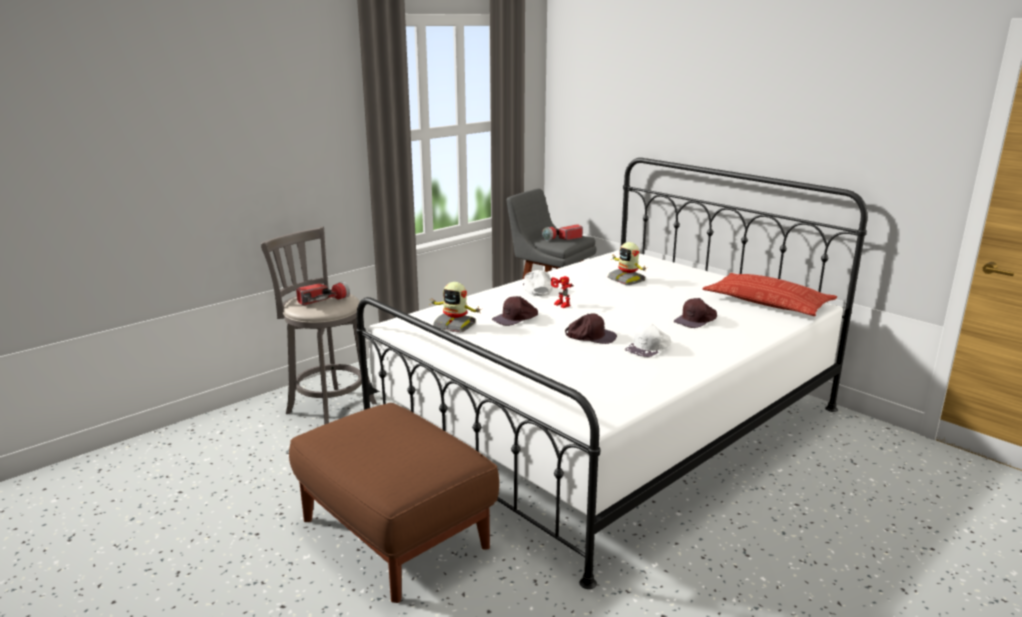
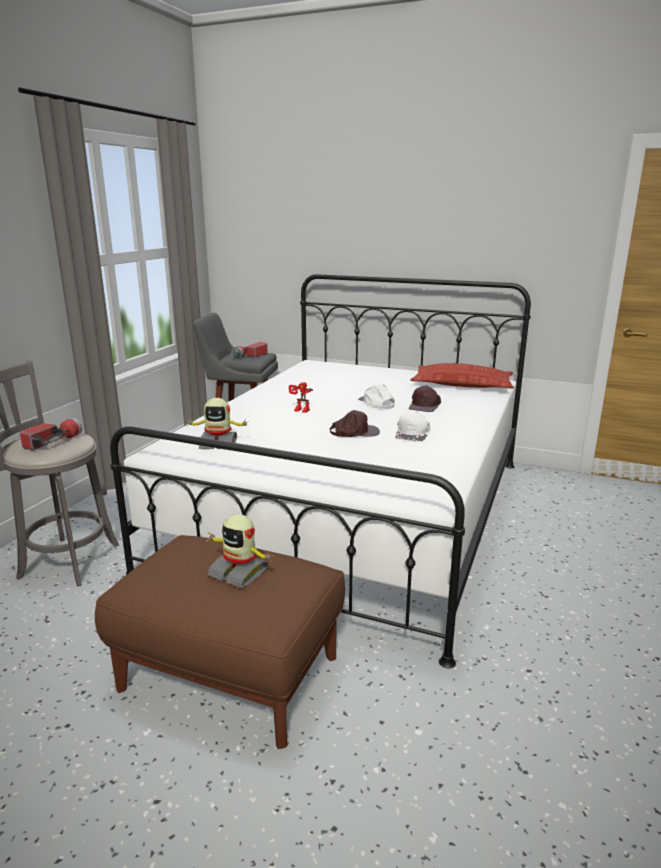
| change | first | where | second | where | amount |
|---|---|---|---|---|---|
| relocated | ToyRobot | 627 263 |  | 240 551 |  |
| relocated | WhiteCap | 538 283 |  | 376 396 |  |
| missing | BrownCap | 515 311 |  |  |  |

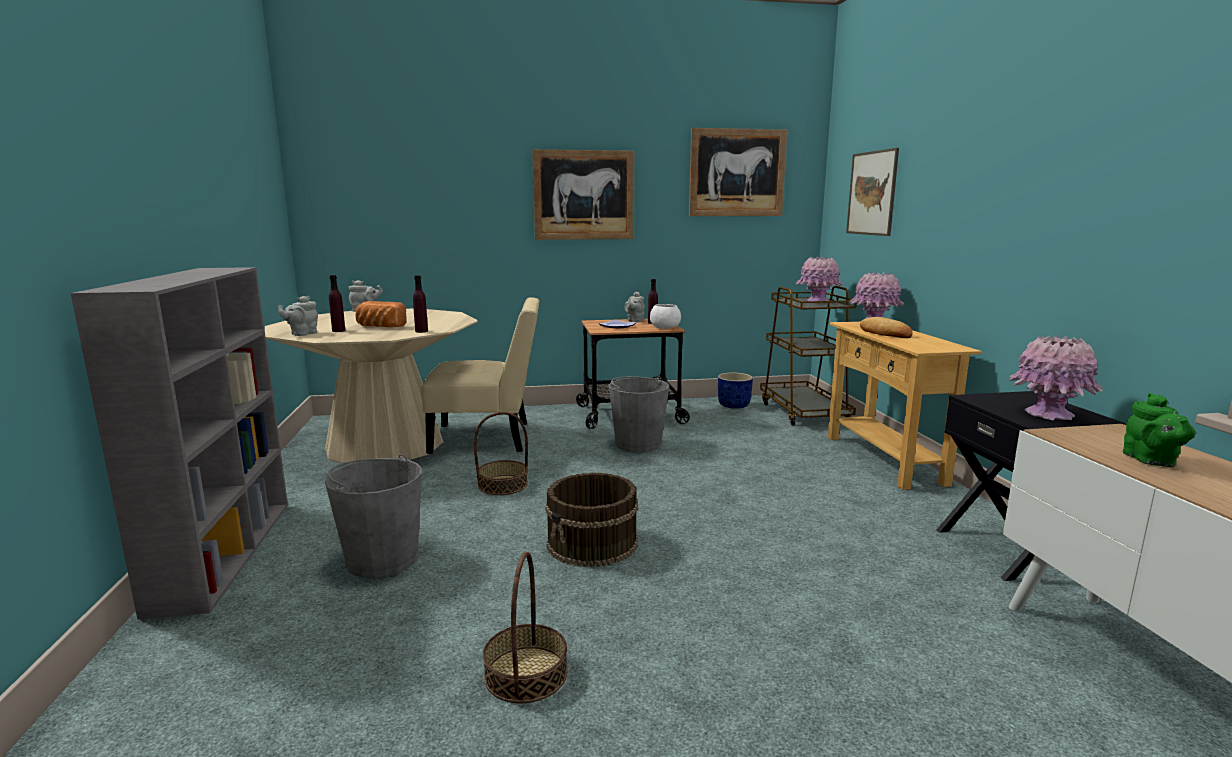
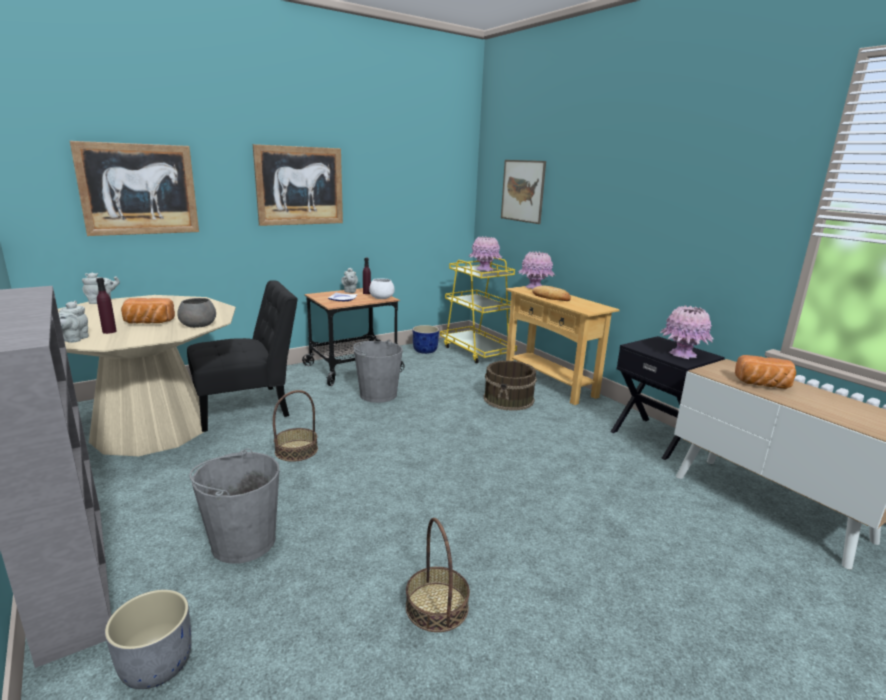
| change | first | where | second | where | amount |
|---|---|---|---|---|---|
| relocated | Picture | 738 172 |  | 134 188 |  |
| exchanged | PurpleBottle | 420 304 | GreyBowl | 196 313 |  |
| colour | BrownCart | 808 356 | YellowCart | 478 310 |  |
| colour | BeigeChair | 480 375 | BlackChair | 242 356 |  |
| exchanged | GreenTeapot | 1159 430 | Bread | 765 372 |  |
| relocated | BrownBucket | 591 519 |  | 510 385 |  |
| appeared |  |  | GreyPlanter | 148 639 |  |

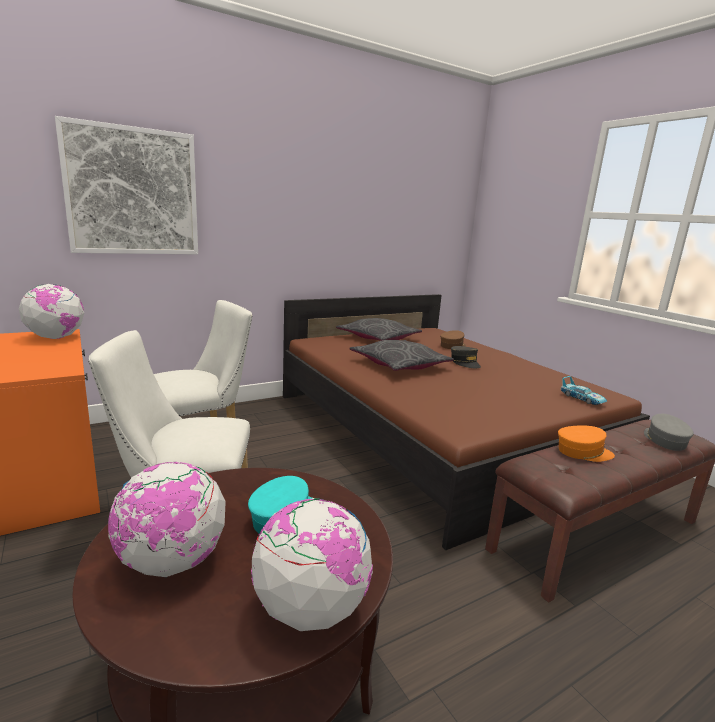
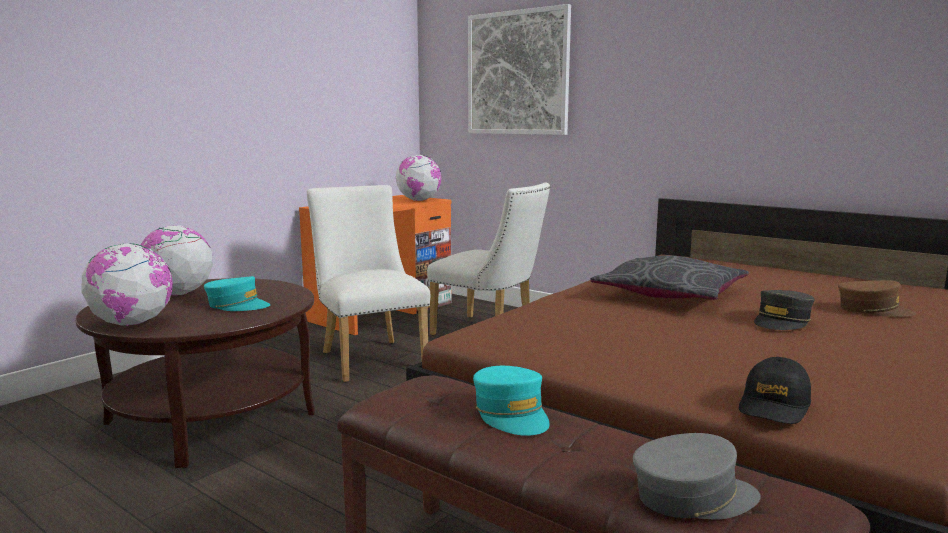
| change | first | where | second | where | amount |
|---|---|---|---|---|---|
| missing | GreyPillow | 379 329 |  |  |  |
| exchanged | ToyCar | 584 390 | BlackCap | 775 390 |  |
| colour | OrangeCap | 586 443 | TurquoiseCap | 511 401 |  |

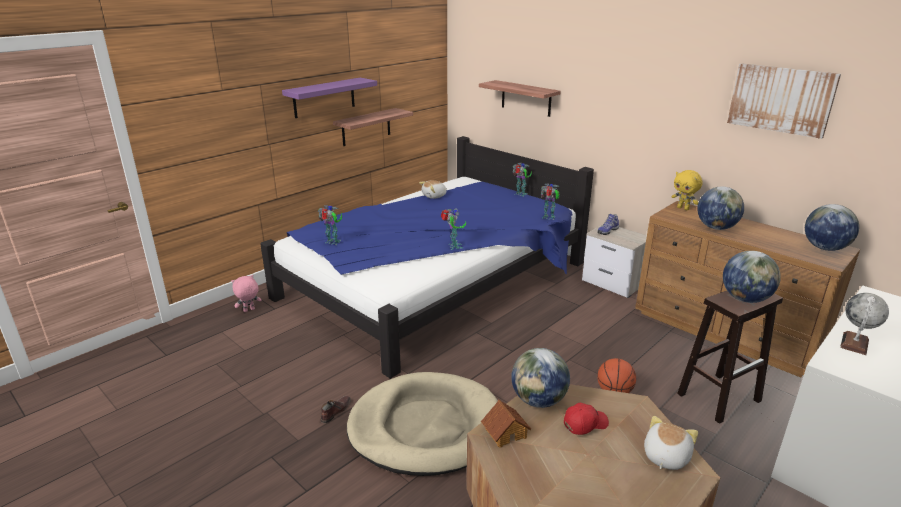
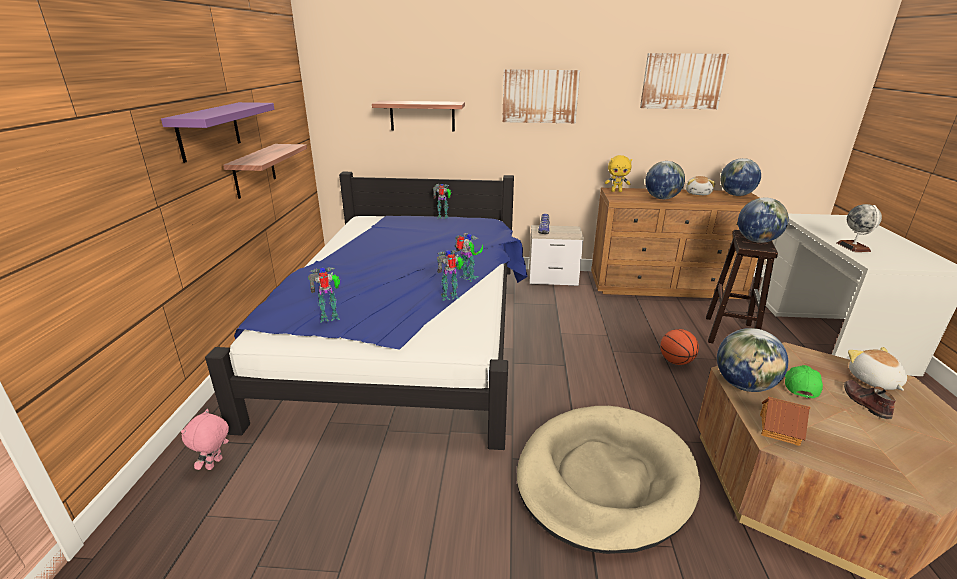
| change | first | where | second | where | amount |
|---|---|---|---|---|---|
| relocated | PlushToy | 433 189 |  | 701 185 |  |
| relocated | ToyRobot | 550 201 |  | 450 275 |  |
| relocated | BrownShoe | 335 409 |  | 869 399 |  |
| colour | RedCap | 586 419 | GreenCap | 804 381 |  |
| appeared |  |  | Picture | 541 96 |  |

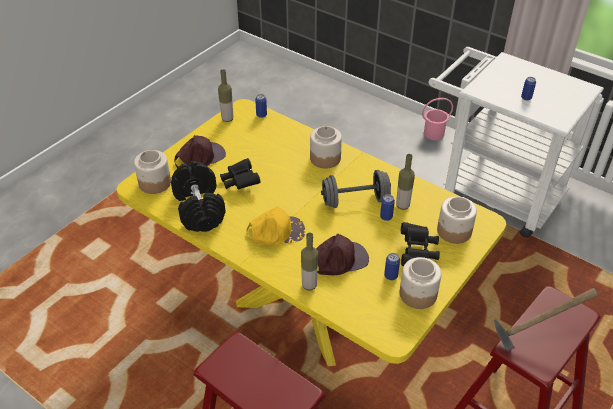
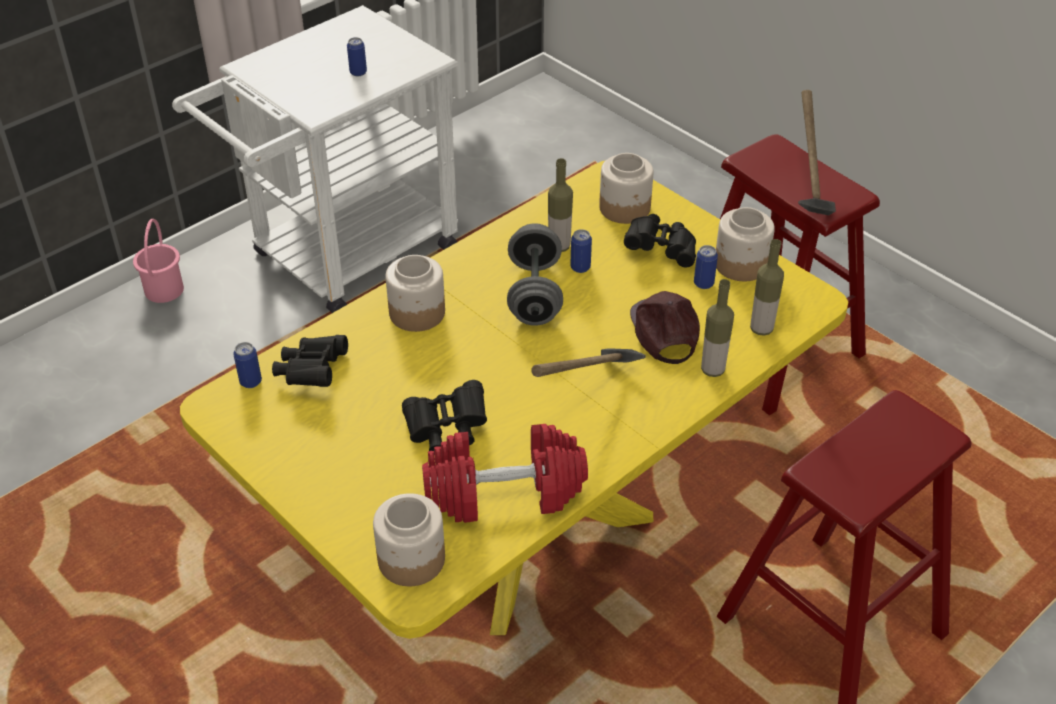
| change | first | where | second | where | amount |
|---|---|---|---|---|---|
| relocated | Bottle | 225 95 |  | 767 287 |  |
| missing | BrownCap | 200 151 |  |  |  |
| colour | BlackDumbbell | 198 196 | RedDumbbell | 505 473 |  |
| exchanged | YellowCap | 275 226 | Hammer | 588 362 |  |
| appeared |  |  | BlackBinoculars | 310 361 |  |

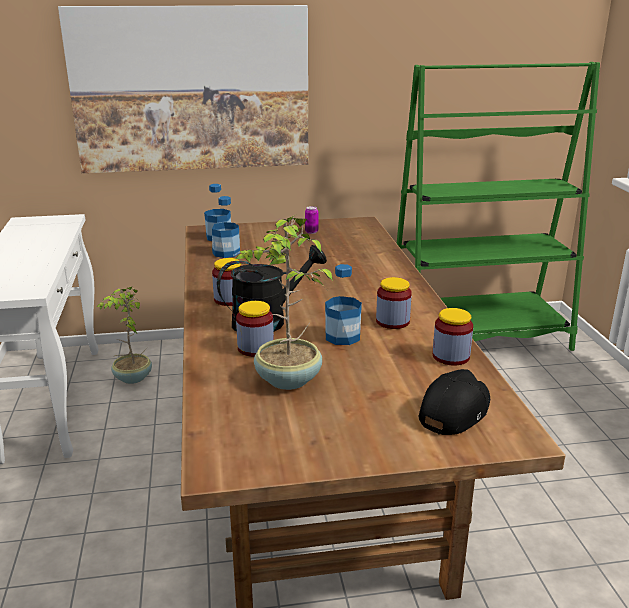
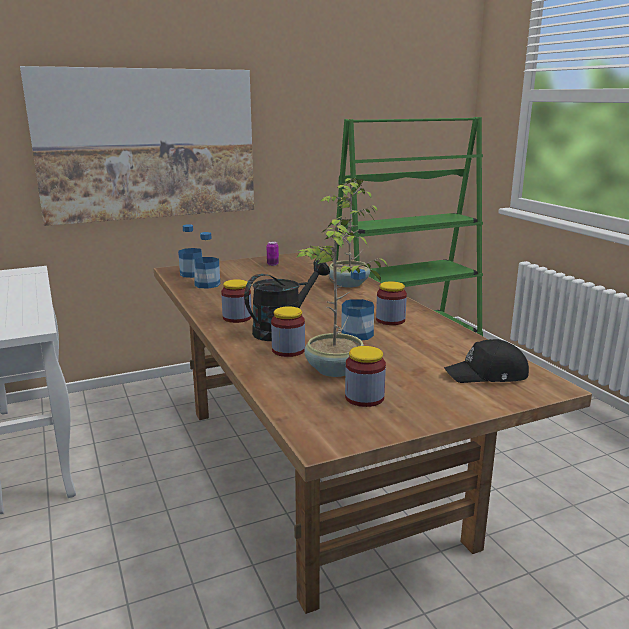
| change | first | where | second | where | amount |
|---|---|---|---|---|---|
| relocated | PottedPlant | 124 335 |  | 349 232 |  |
| relocated | Jar | 453 336 |  | 365 376 |  |
| spun | BlackCap | 454 402 |  | 486 361 | 120 degrees counterclockwise |

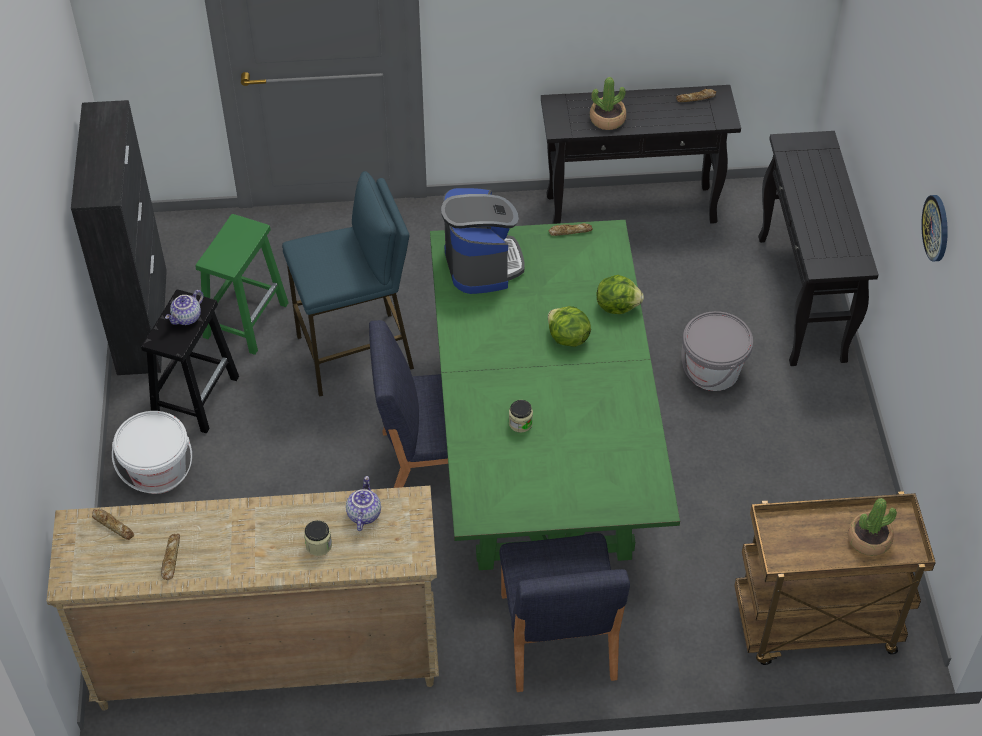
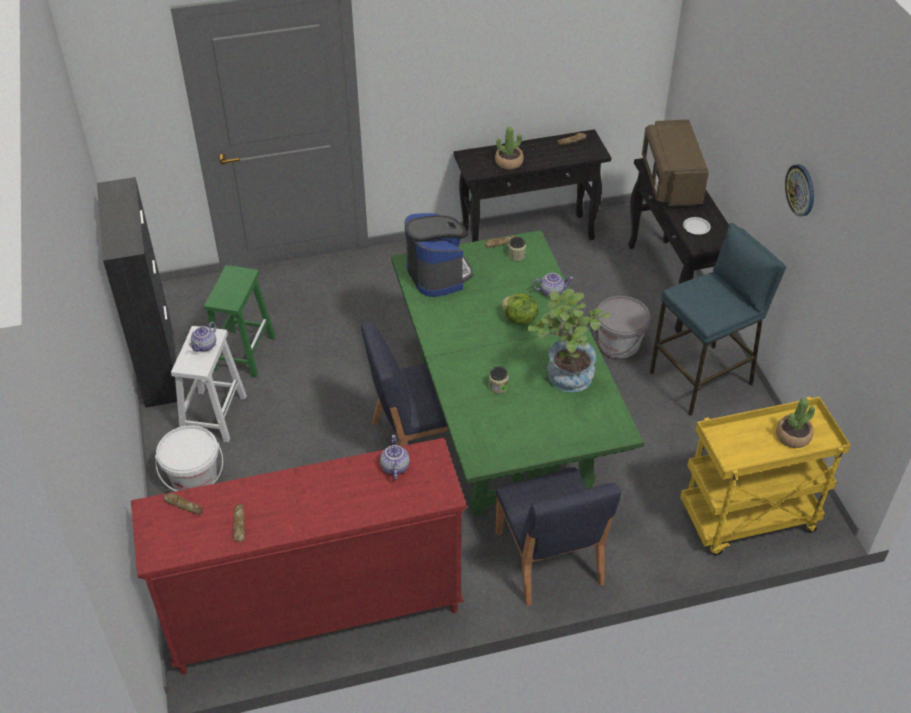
| change | first | where | second | where | amount |
|---|---|---|---|---|---|
| relocated | BlueStool | 348 284 |  | 718 319 |  |
| exchanged | Lettuce | 620 294 | Teapot | 552 285 |  |
| colour | BlackStool | 190 362 | WhiteStool | 209 384 |  |
| colour | BeigeDresser | 243 598 | RedDresser | 299 556 |  |
| colour | BrownCart | 835 578 | YellowCart | 765 476 |  |
| relocated | Jar | 318 538 |  | 517 249 |  |
| appeared |  |  | BrownMicrowave | 675 163 |  |
| appeared |  |  | WhitePlate | 697 226 |  |
| appeared |  |  | PottedPlant | 569 340 |  |

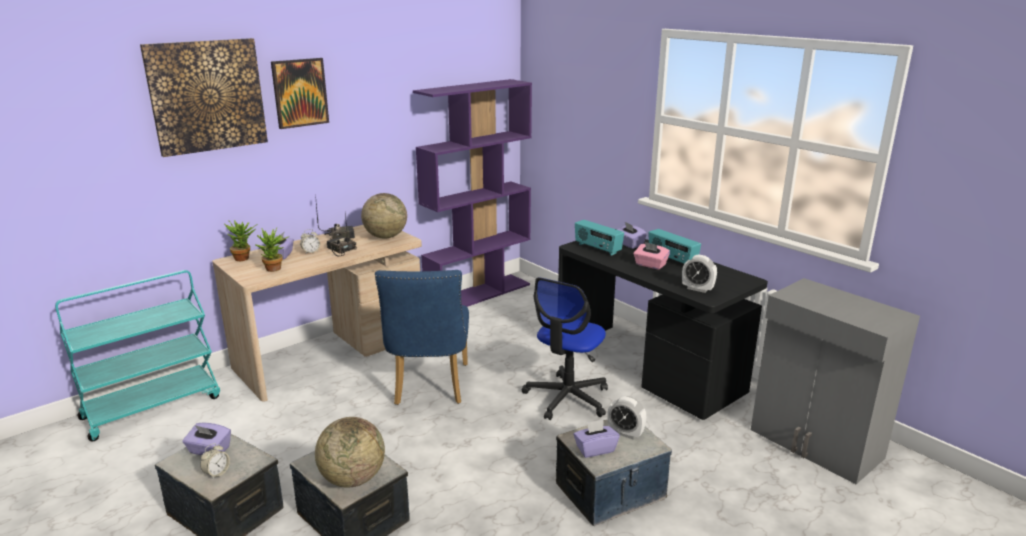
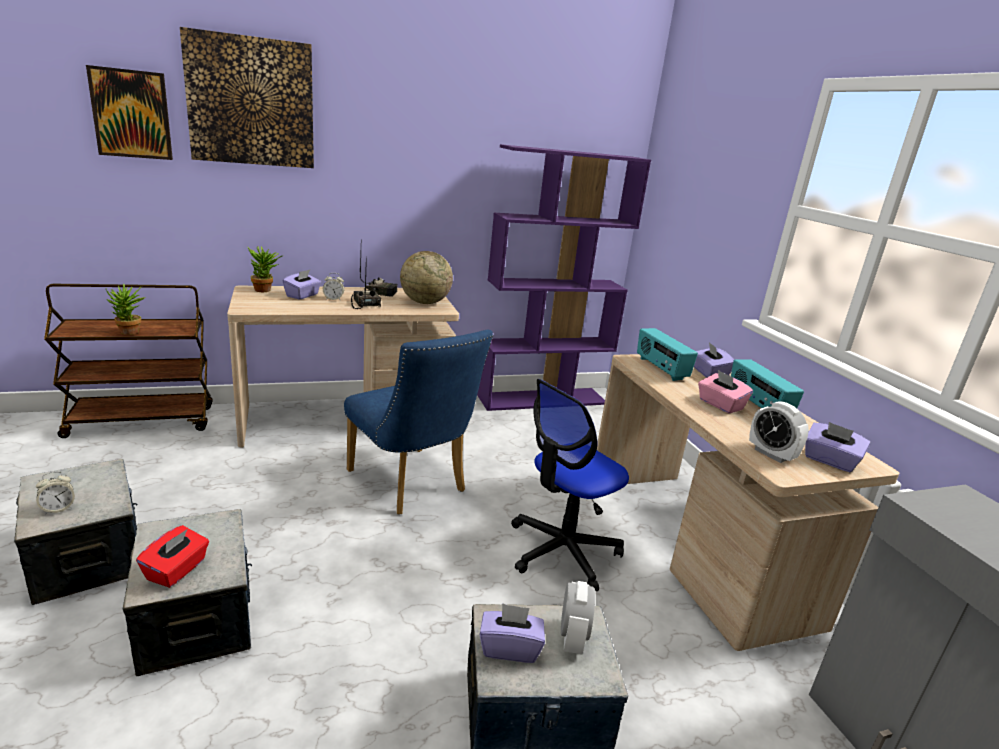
| change | first | where | second | where | amount |
|---|---|---|---|---|---|
| relocated | Picture | 300 93 |  | 129 112 |  |
| relocated | PottedPlant | 271 250 |  | 125 309 |  |
| colour | BlackDesk | 663 324 | BeigeDesk | 748 502 |  |
| colour | TurquoiseCart | 137 356 | BrownCart | 128 361 |  |
| spun | BlueChair | 422 337 |  | 418 422 | 60 degrees counterclockwise |
| spun | AlarmClock | 626 418 |  | 578 617 | 135 degrees counterclockwise |
| exchanged | Globe | 350 452 | RedTissueBox | 172 556 |  |
| relocated | PurpleTissueBox | 207 438 |  | 838 447 |  |

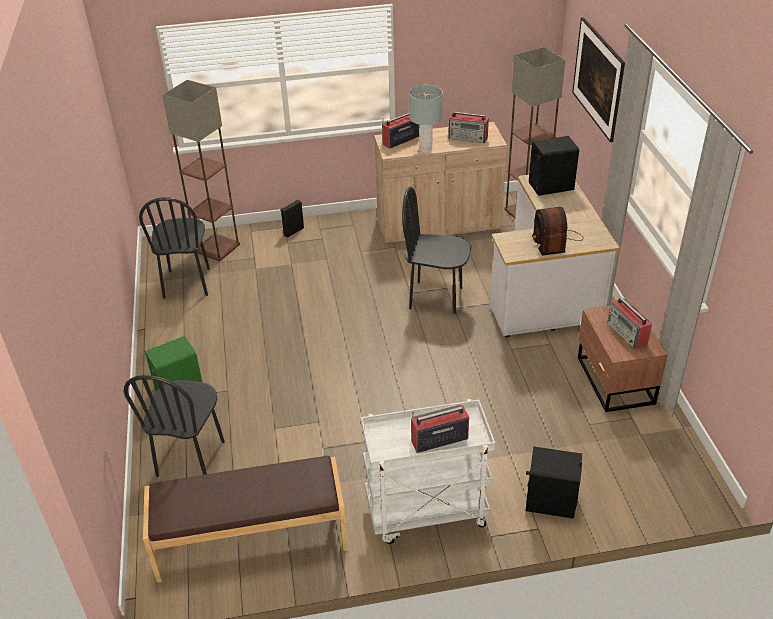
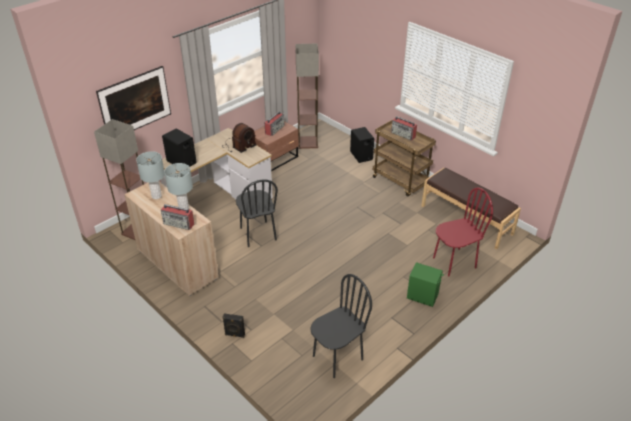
| change | first | where | second | where | amount |
|---|---|---|---|---|---|
| relocated | FloorLamp | 201 170 |  | 307 96 |  |
| exchanged | Radio | 469 127 | GreyTableLamp | 150 175 |  |
| colour | BlackChair | 174 426 | RedChair | 463 232 |  |
| colour | WhiteCart | 428 471 | BrownCart | 404 158 |  |

